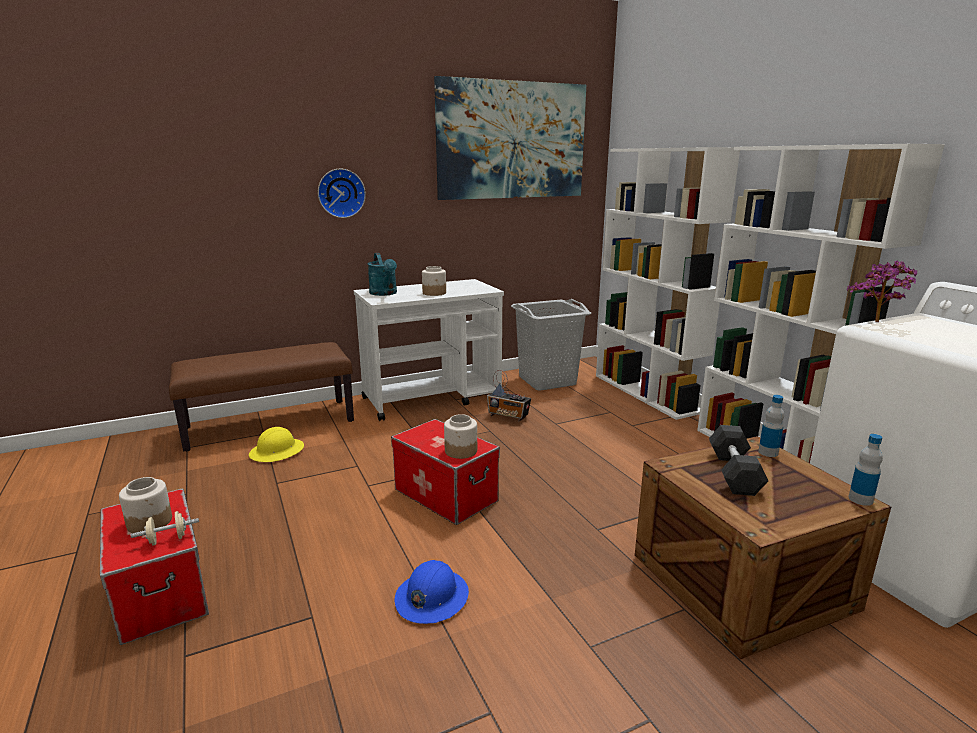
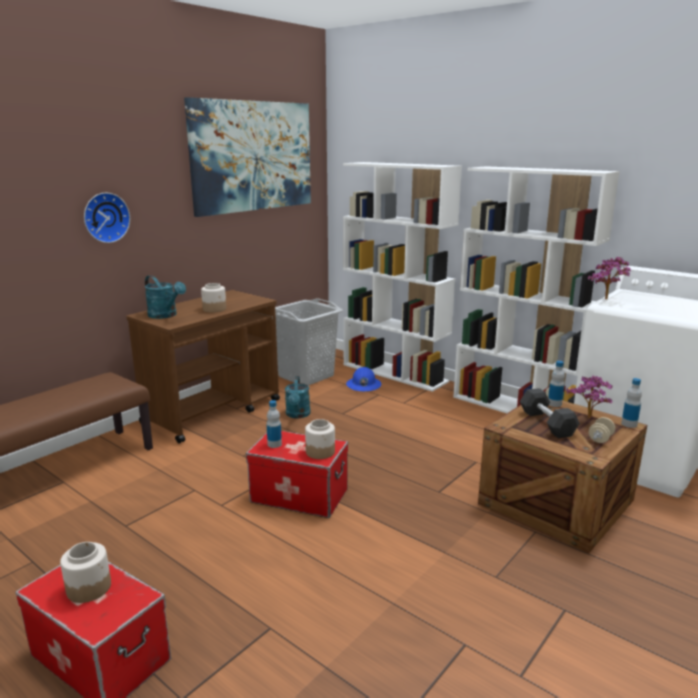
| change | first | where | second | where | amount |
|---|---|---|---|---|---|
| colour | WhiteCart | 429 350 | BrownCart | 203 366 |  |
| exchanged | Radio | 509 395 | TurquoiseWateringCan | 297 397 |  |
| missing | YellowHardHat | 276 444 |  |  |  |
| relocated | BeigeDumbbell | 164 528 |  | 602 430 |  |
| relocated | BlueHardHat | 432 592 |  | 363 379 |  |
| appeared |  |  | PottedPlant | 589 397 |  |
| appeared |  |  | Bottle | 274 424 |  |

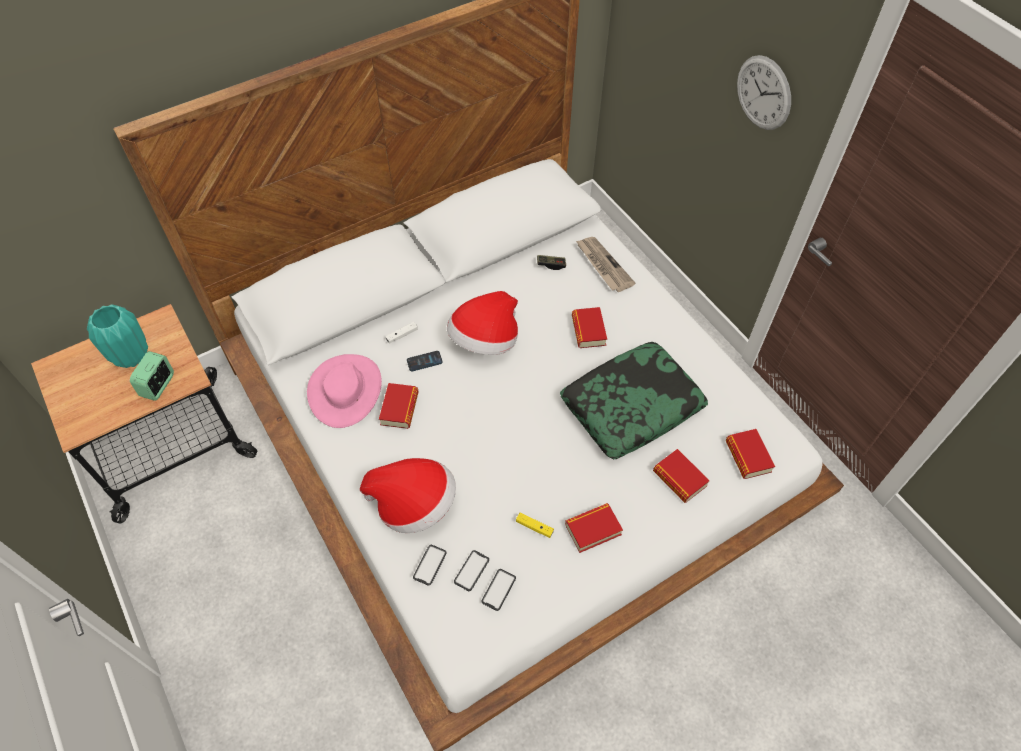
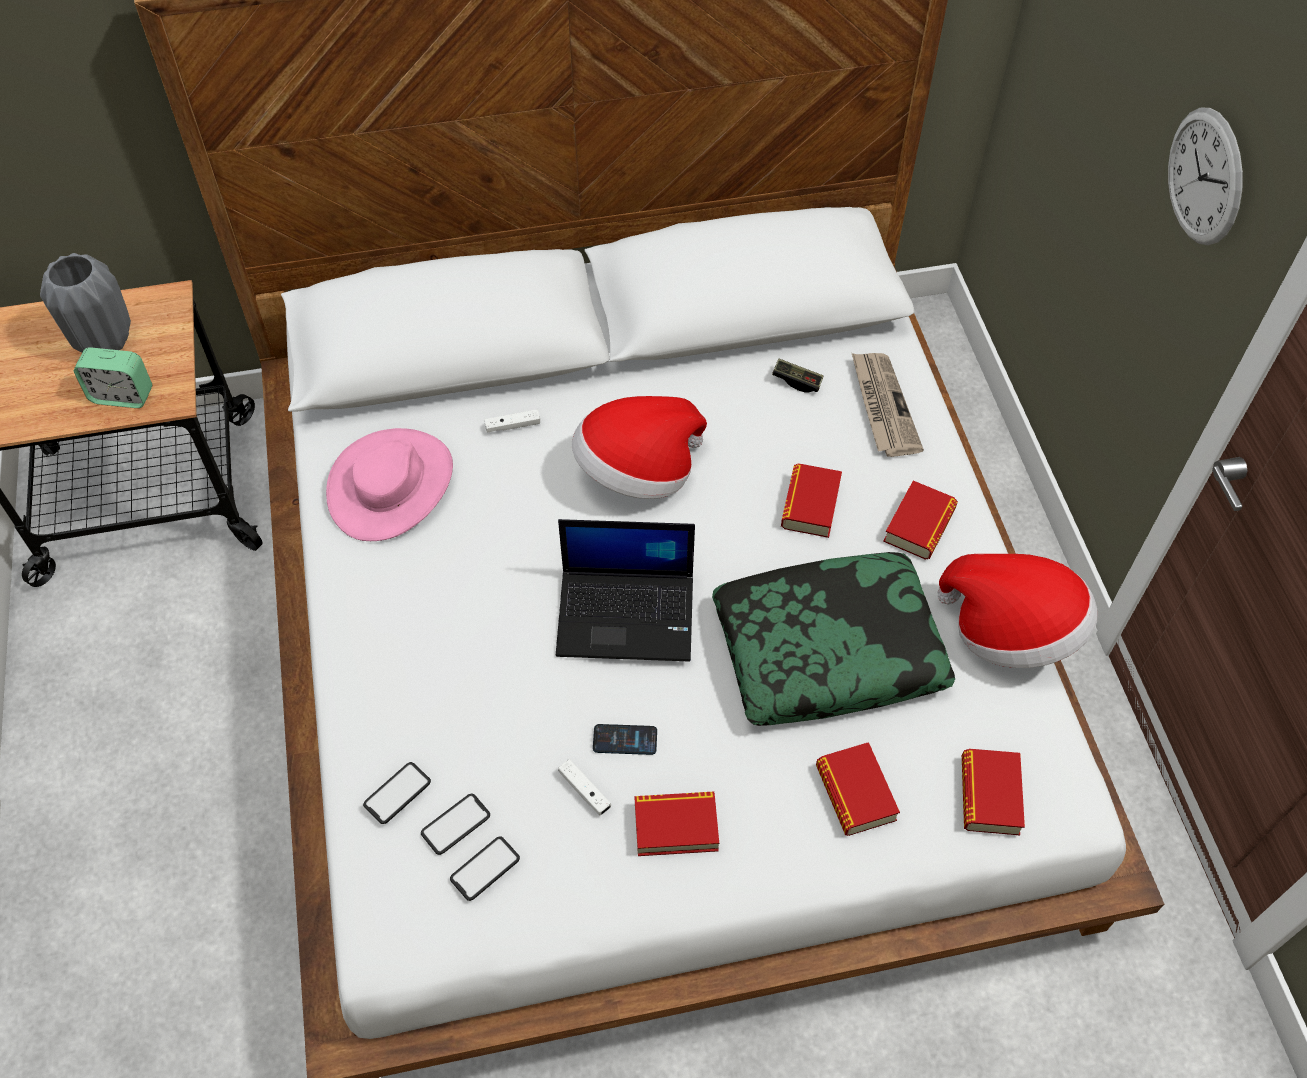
| change | first | where | second | where | amount |
|---|---|---|---|---|---|
| colour | TurquoiseVase | 117 336 | GreyVase | 85 302 |  |
| spun | AlarmClock | 152 376 |  | 113 377 | 120 degrees counterclockwise |
| relocated | Phone | 425 361 |  | 625 739 |  |
| relocated | Book | 399 406 |  | 920 520 |  |
| relocated | Hat | 408 495 |  | 1018 611 |  |
| colour | YellowGameController | 535 525 | WhiteGameController | 584 787 |  |
| appeared |  |  | Laptop | 625 590 |  |

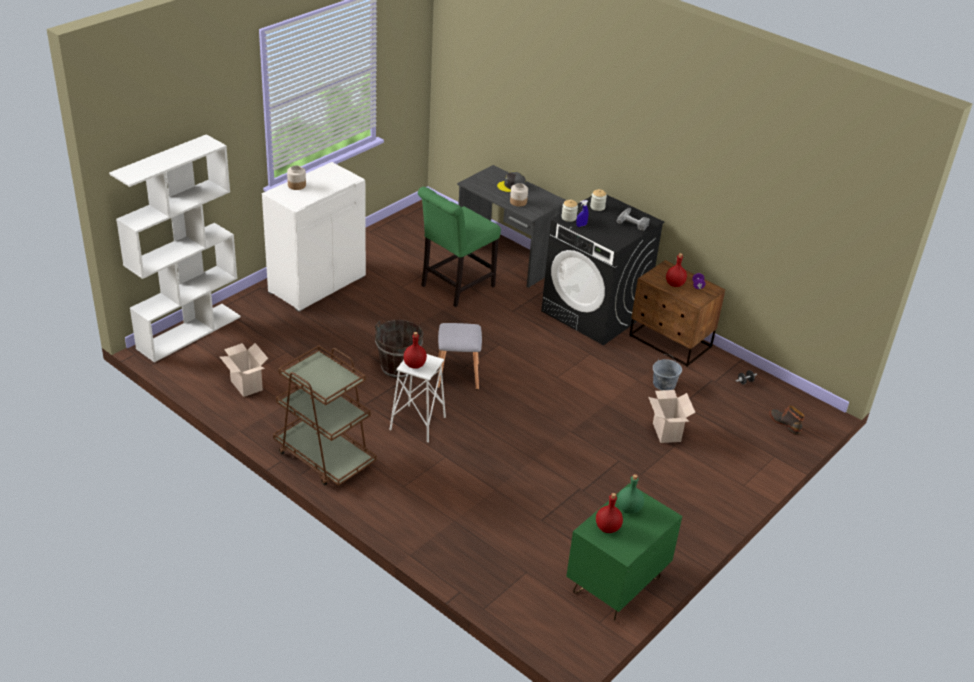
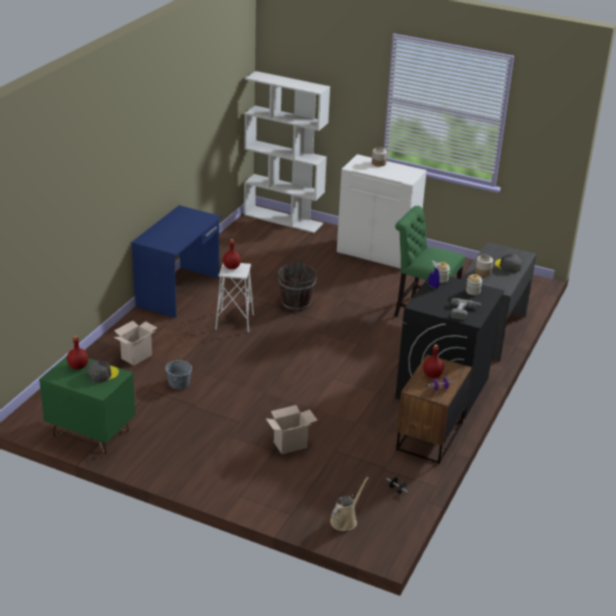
| change | first | where | second | where | amount |
|---|---|---|---|---|---|
| missing | GreyStool | 459 356 |  |  |  |
| relocated | CardboardBox | 244 370 |  | 135 343 |  |
| exchanged | BrownCart | 325 415 | BlueDesk | 176 261 |  |
| relocated | GreyBucket | 667 372 |  | 178 372 |  |
| exchanged | Boot | 787 420 | BeigeWateringCan | 349 504 |  |
| exchanged | GreenBottle | 630 494 | GreyCap | 103 371 |  |

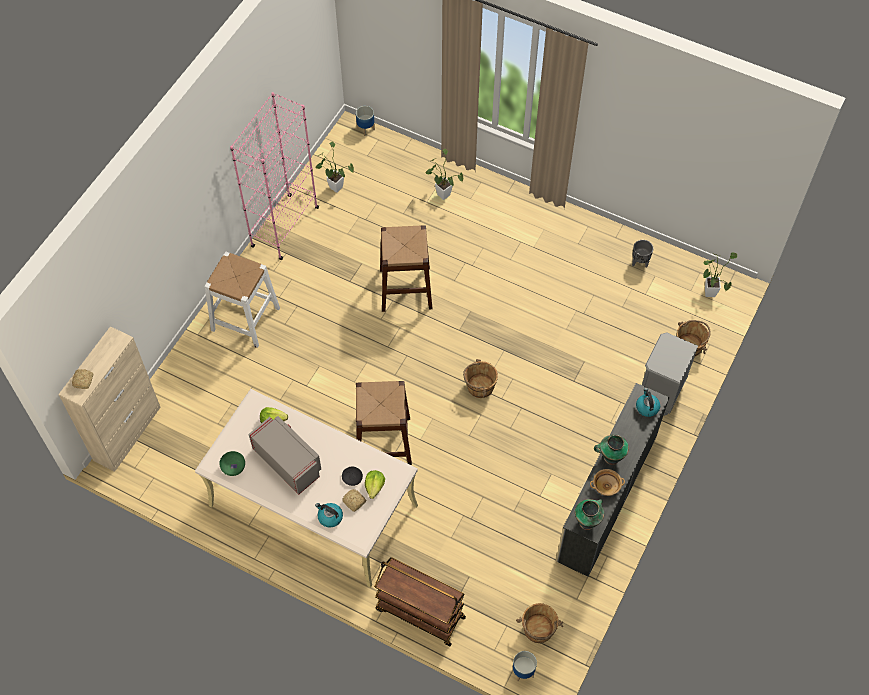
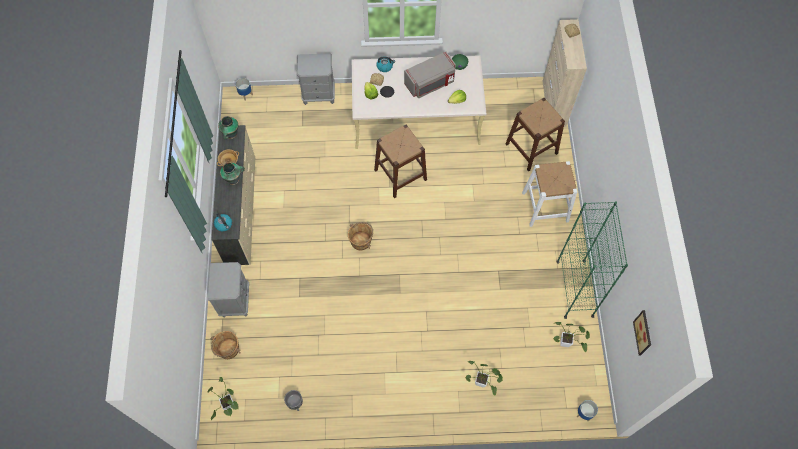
| change | first | where | second | where | amount |
|---|---|---|---|---|---|
| colour | PinkBookcase | 274 176 | GreenBookcase | 592 260 |  |
| relocated | BrownStool | 406 268 |  | 535 135 |  |
| spun | GreyMicrowave | 284 455 |  | 430 75 | 45 degrees counterclockwise |
| exchanged | BrownCart | 420 602 | GreyNightstand | 316 79 |  |
| missing | BrownBucket | 539 623 |  |  |  |
| appeared |  |  | Picture | 642 333 |  |

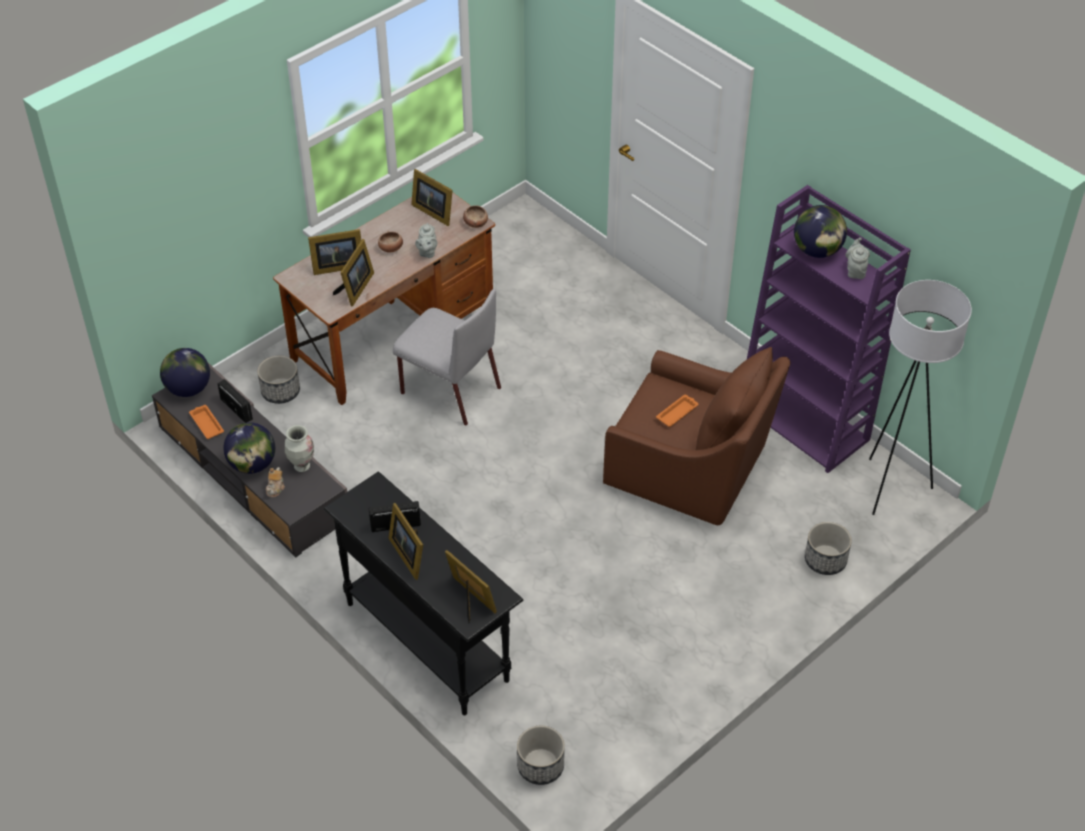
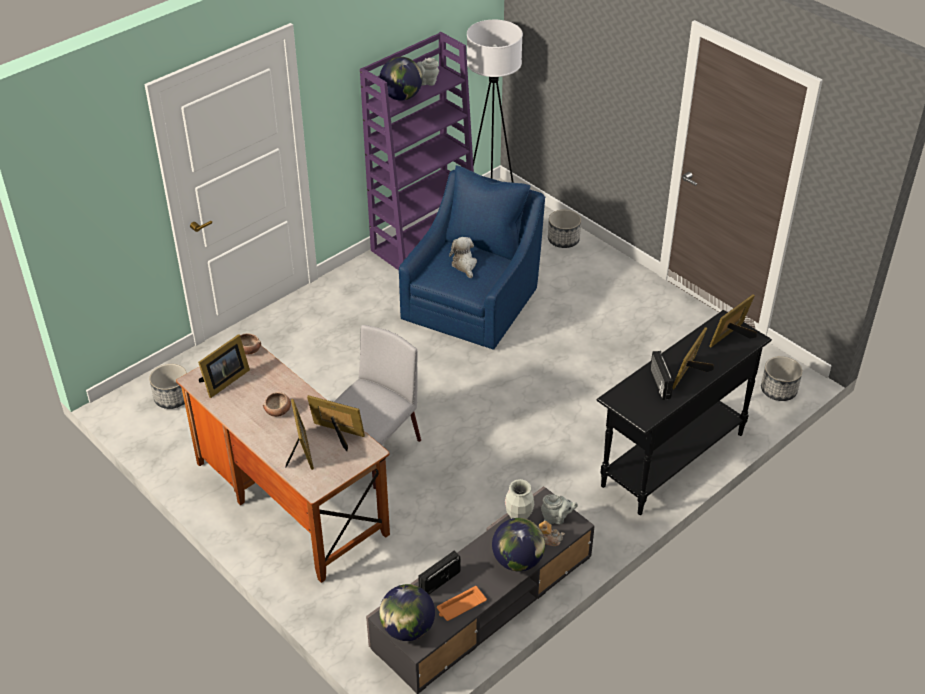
| change | first | where | second | where | amount |
|---|---|---|---|---|---|
| relocated | GreyTeapot | 426 240 |  | 559 509 |  |
| colour | BrownArmchair | 697 436 | BlueArmchair | 472 257 |  |
| relocated | Planter | 278 380 |  | 168 386 |  |
| exchanged | OrangeTray | 677 411 | PlushToy | 463 257 |  |
| spun | PictureFrame | 406 541 |  | 693 358 | 150 degrees clockwise |

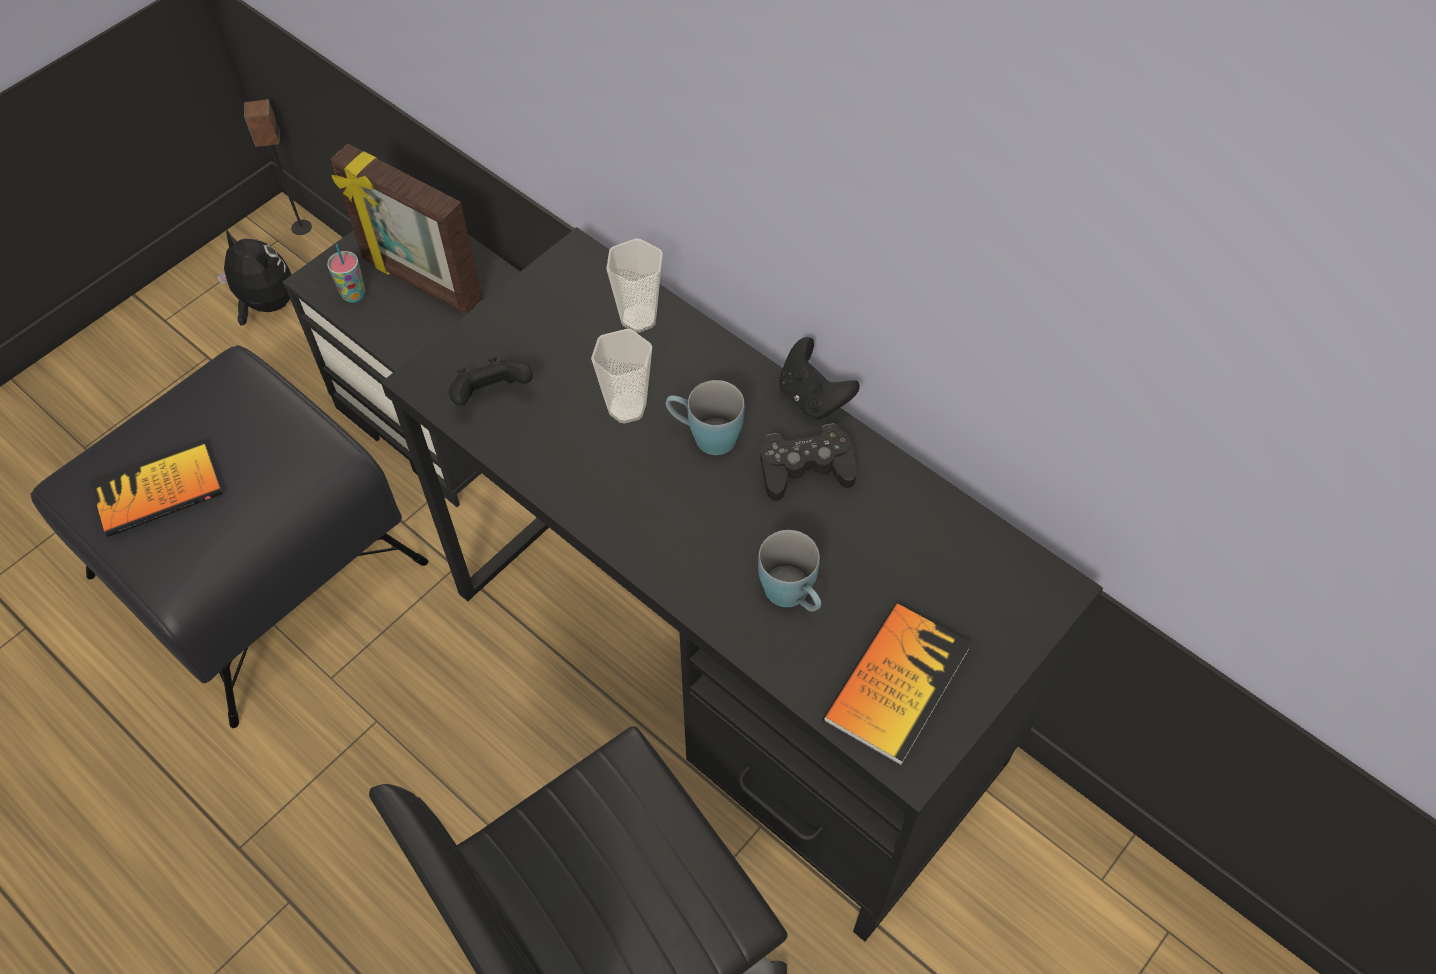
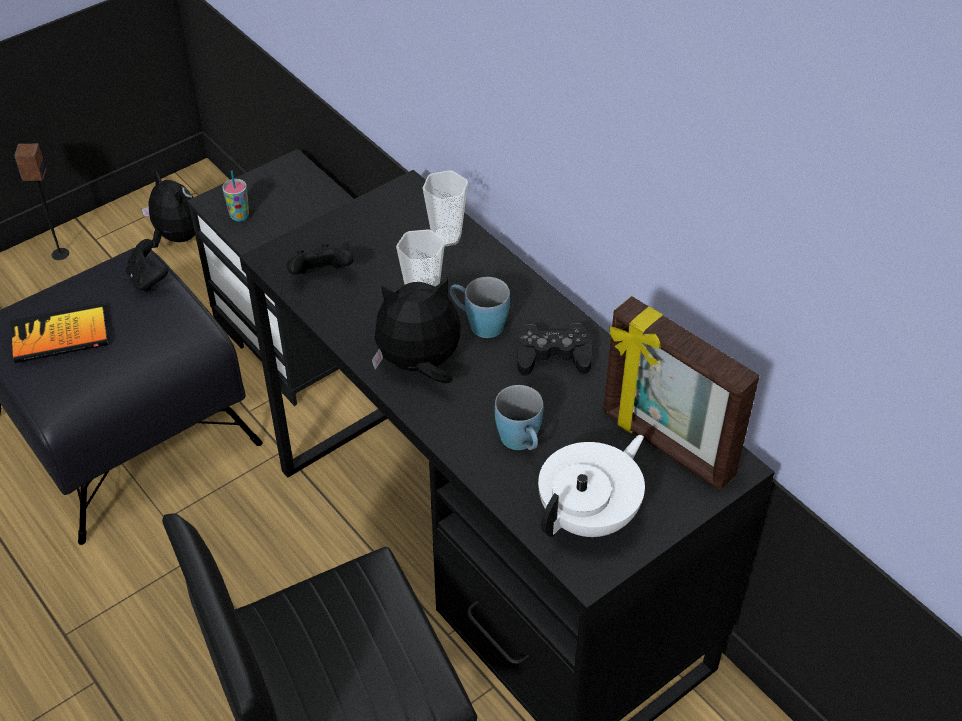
| change | first | where | second | where | amount |
|---|---|---|---|---|---|
| relocated | Speaker | 278 167 |  | 41 201 |  |
| relocated | PictureFrame | 406 229 |  | 681 393 |  |
| relocated | BlackGameController | 819 378 |  | 147 265 |  |
| exchanged | Book | 897 684 | WhiteTeapot | 591 486 |  |
| appeared |  |  | PlushToy | 416 329 |  |

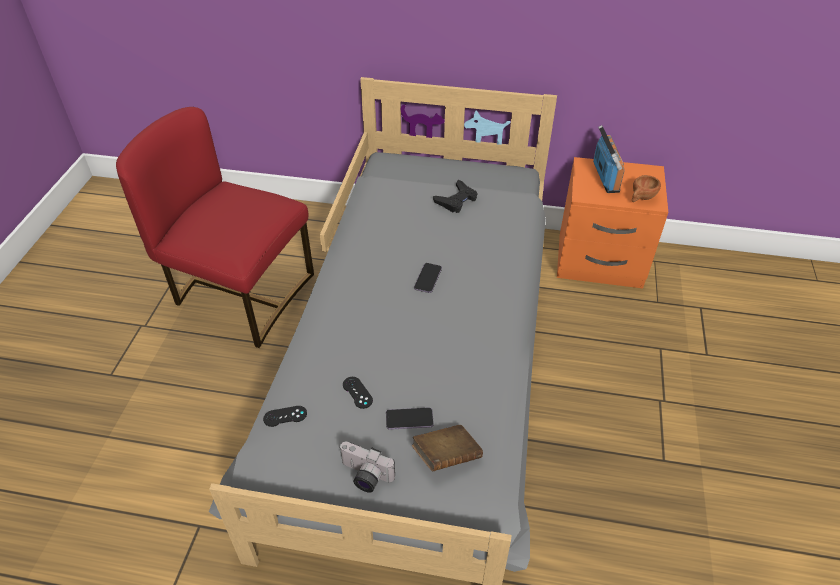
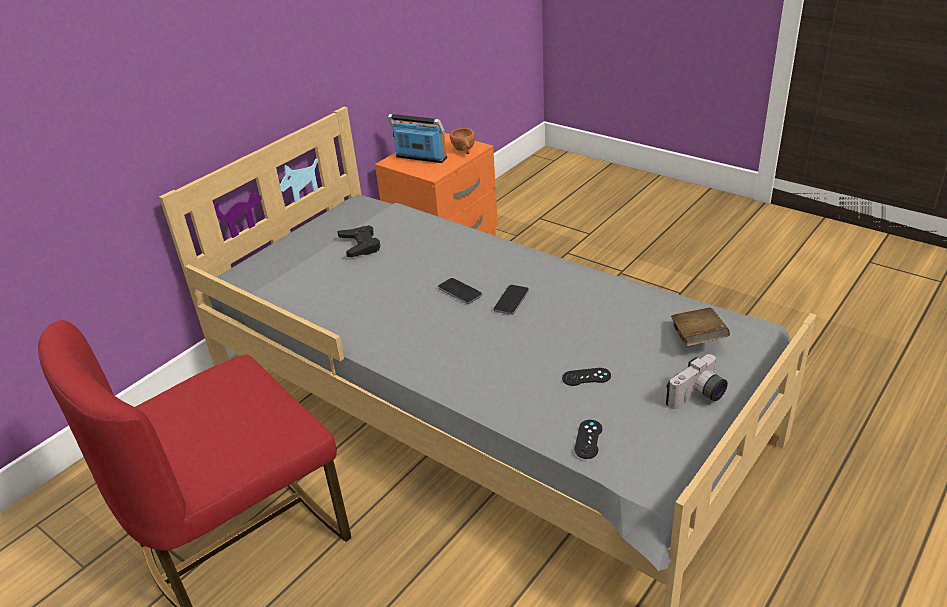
| change | first | where | second | where | amount |
|---|---|---|---|---|---|
| relocated | Phone | 410 419 |  | 511 300 |  |

